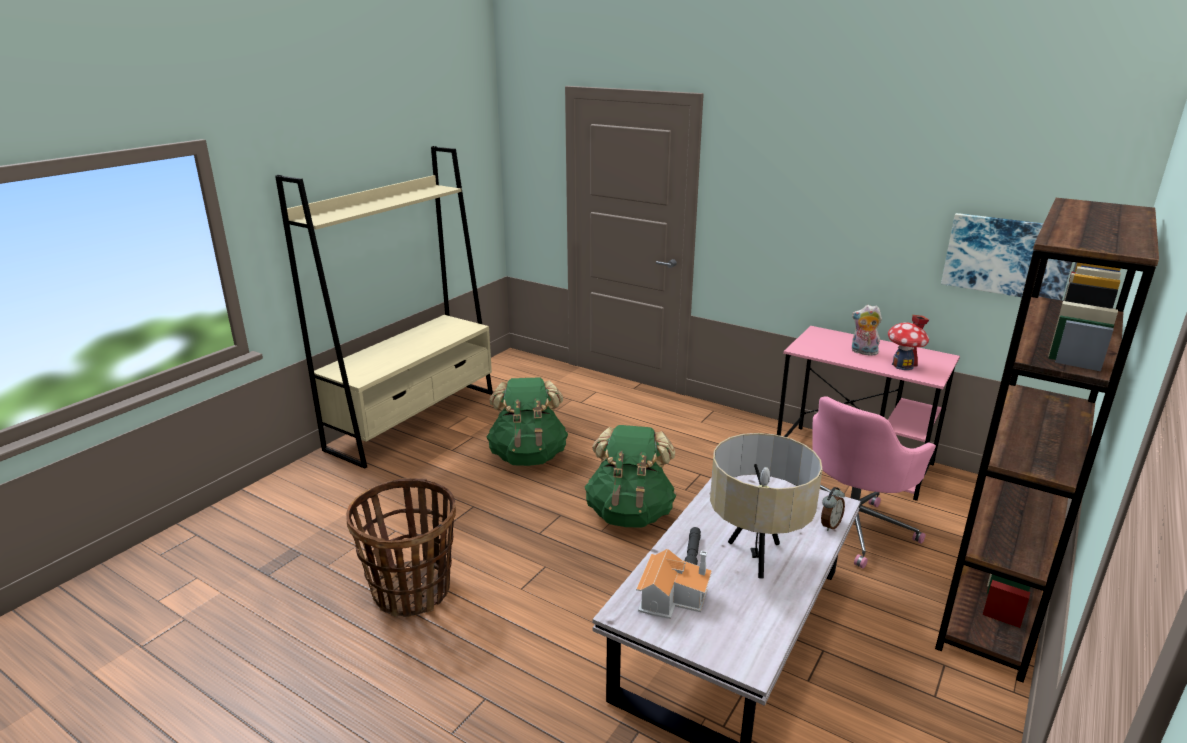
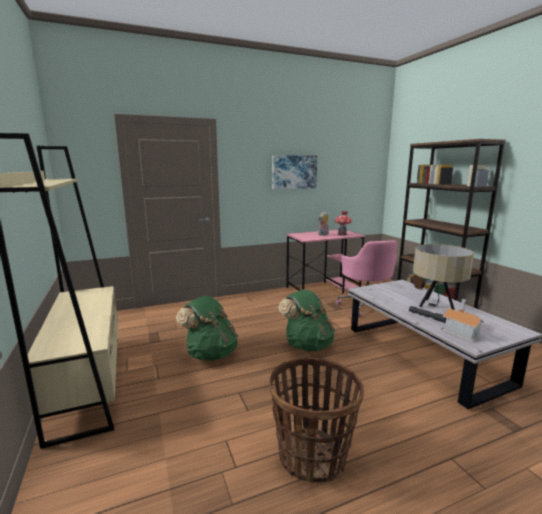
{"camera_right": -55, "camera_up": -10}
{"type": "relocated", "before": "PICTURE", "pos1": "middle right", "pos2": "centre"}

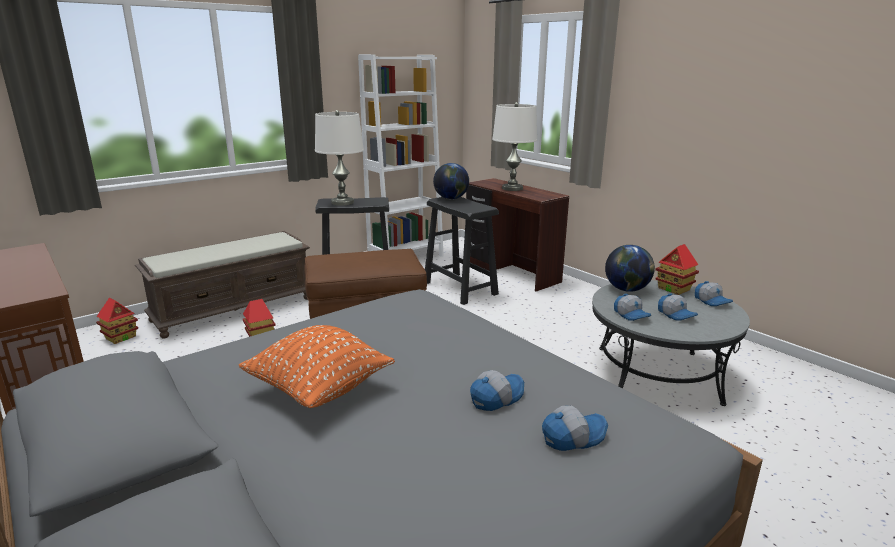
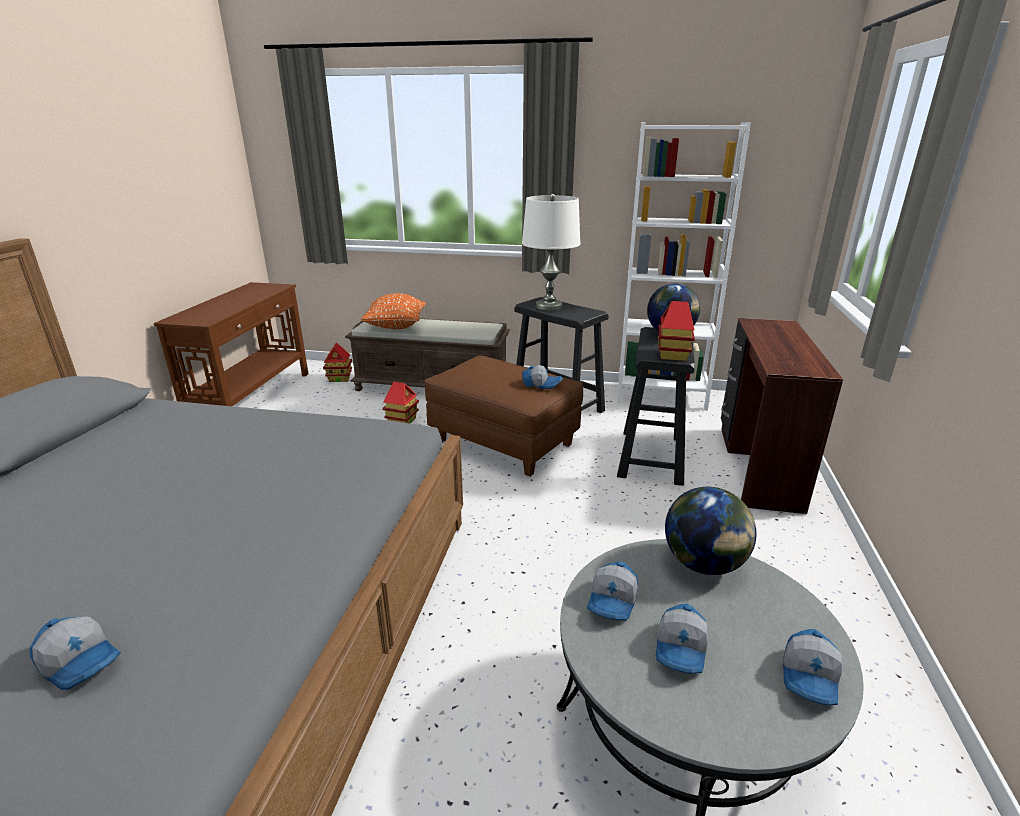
{"camera_right": 50, "camera_up": 5}
{"type": "relocated", "before": "ORANGE PILLOW", "pos1": "bottom centre", "pos2": "centre"}
{"type": "relocated", "before": "CAP (no. 1 from left in the first image)", "after": "CAP (no. 2 from left)", "pos1": "bottom centre", "pos2": "centre"}
{"type": "missing", "before": "WHITE TABLE LAMP (no. 2 from left)", "pos1": "top centre"}
{"type": "relocated", "before": "TOY HOUSE (no. 3 from left)", "pos1": "middle right", "pos2": "centre"}

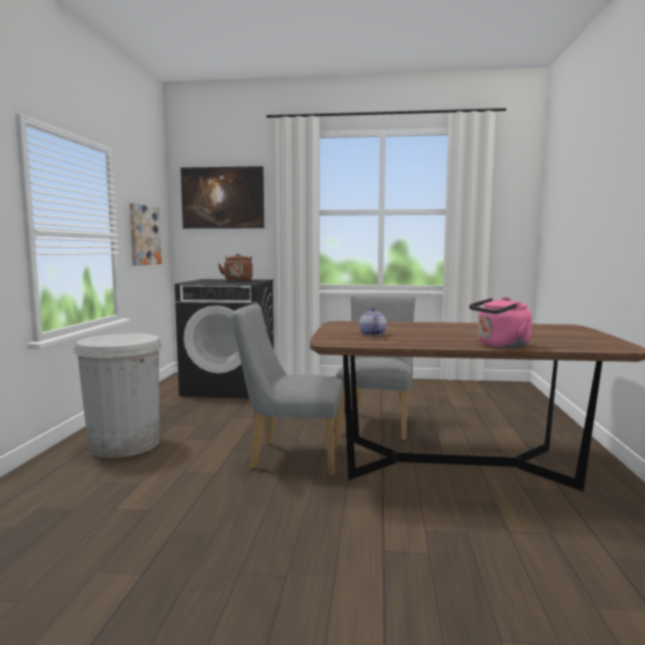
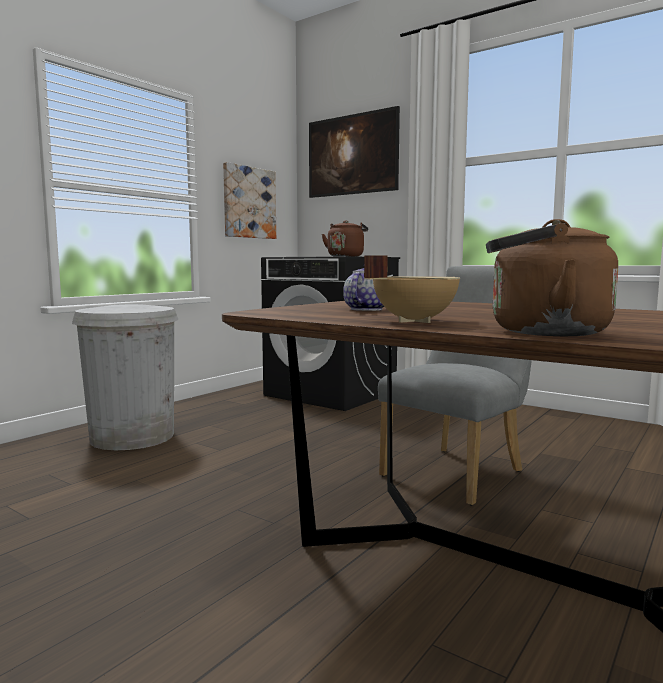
{"camera_right": 30, "camera_up": 0}
{"type": "missing", "before": "GREY CHAIR (no. 1 from left)", "pos1": "centre"}
{"type": "colour", "before": "PINK KETTLE", "after": "BROWN KETTLE (no. 2 from left)", "pos1": "middle right", "pos2": "middle right"}
{"type": "appeared", "after": "BEIGE COOKING POT", "pos2": "centre"}

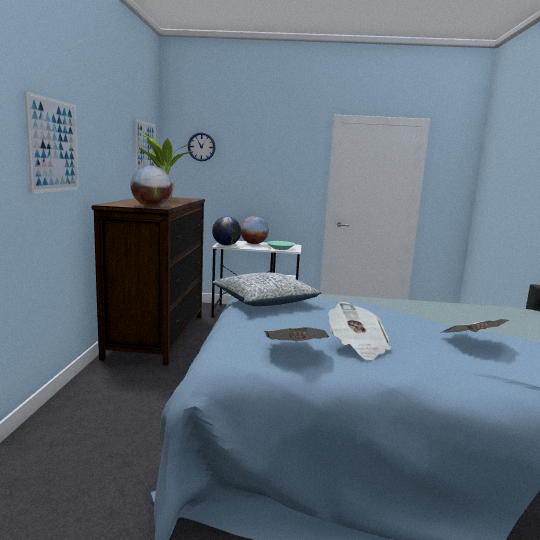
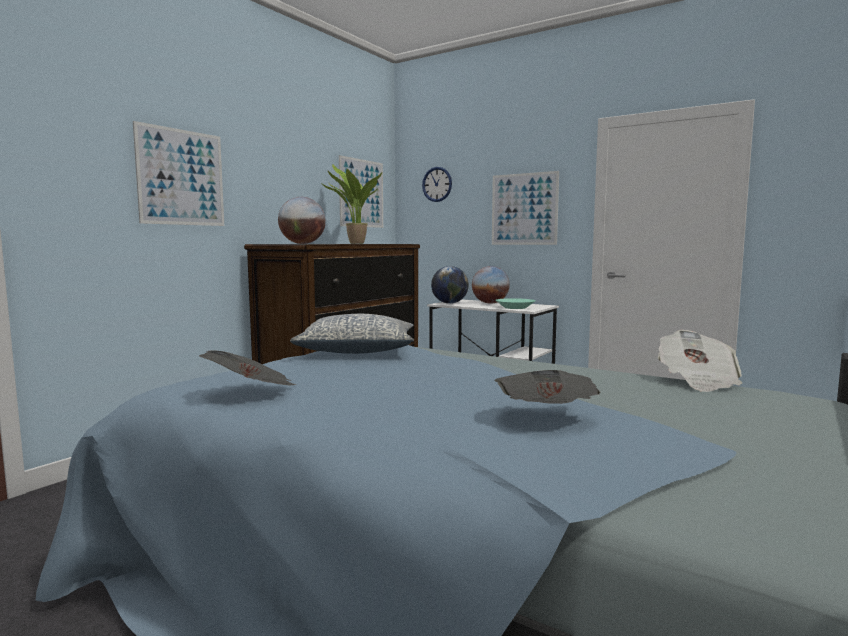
{"camera_right": 30, "camera_up": -5}
{"type": "relocated", "before": "NEWSPAPER (no. 2 from left in the first image)", "after": "NEWSPAPER (no. 3 from left)", "pos1": "centre", "pos2": "middle right"}
{"type": "appeared", "after": "PICTURE (no. 3 from left)", "pos2": "top centre"}

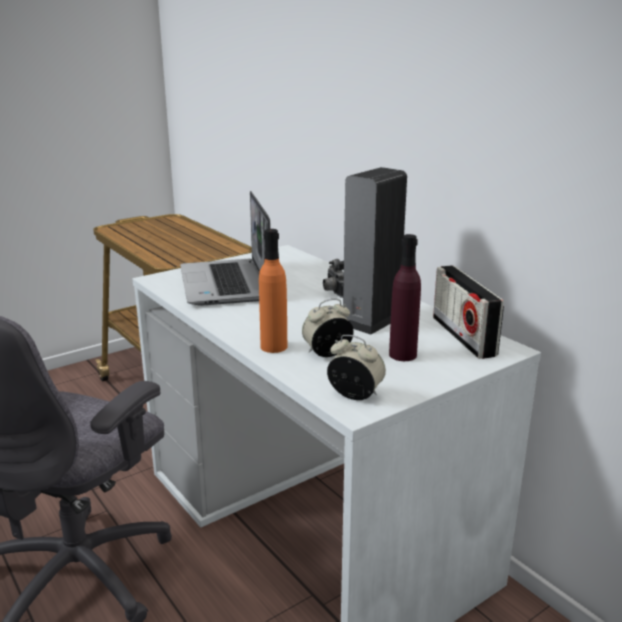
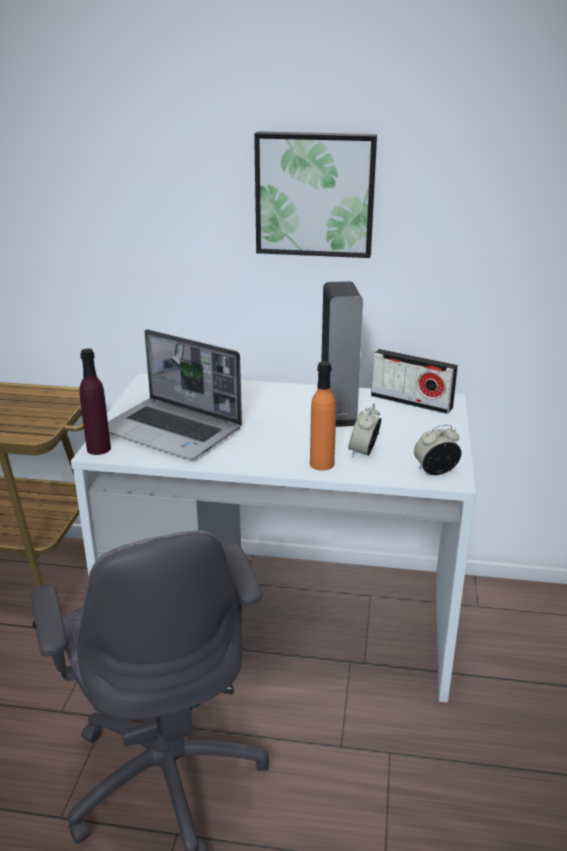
{"camera_right": -45, "camera_up": 5}
{"type": "missing", "before": "PHOTO CAMERA", "pos1": "centre"}
{"type": "relocated", "before": "PURPLE BOTTLE", "pos1": "centre", "pos2": "middle left"}
{"type": "appeared", "after": "PICTURE", "pos2": "top centre"}

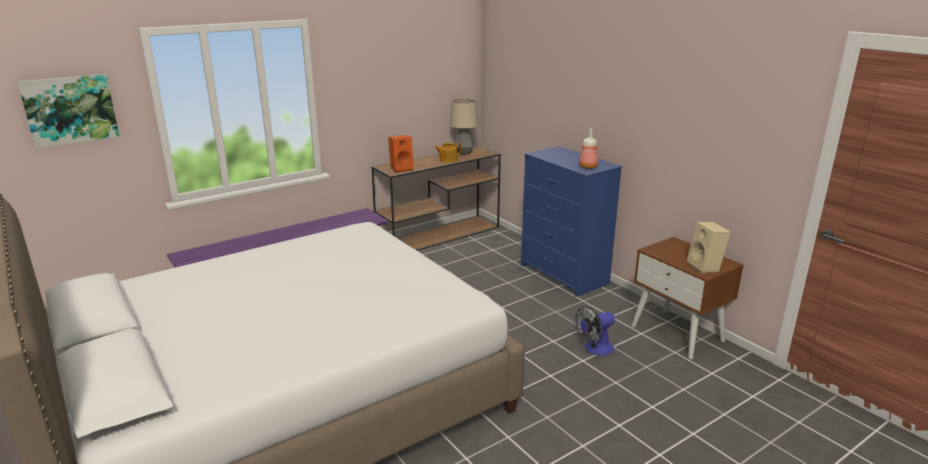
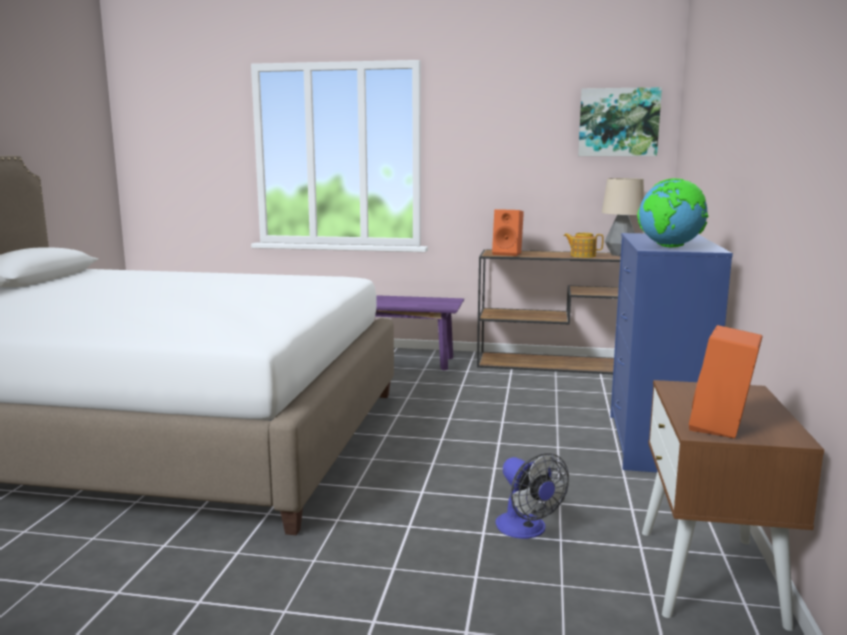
{"camera_right": 45, "camera_up": -10}
{"type": "relocated", "before": "PICTURE", "pos1": "top left", "pos2": "top right"}
{"type": "spun", "before": "FAN", "pos1": "bottom centre", "pos2": "bottom centre", "turn": -135}
{"type": "exchanged", "before": "BOTTLE", "after": "GLOBE", "pos1": "top centre", "pos2": "middle right"}
{"type": "colour", "before": "BEIGE SPEAKER", "after": "ORANGE SPEAKER (no. 2 from left)", "pos1": "middle right", "pos2": "middle right"}

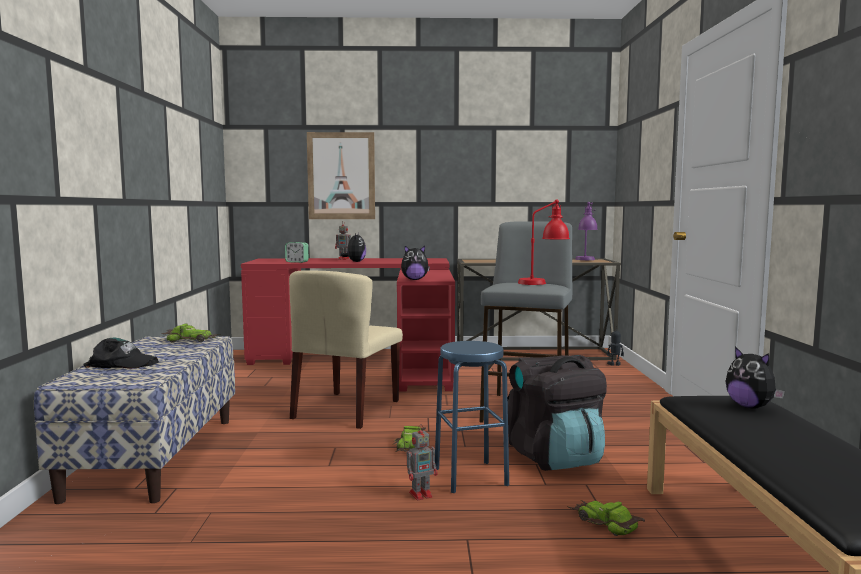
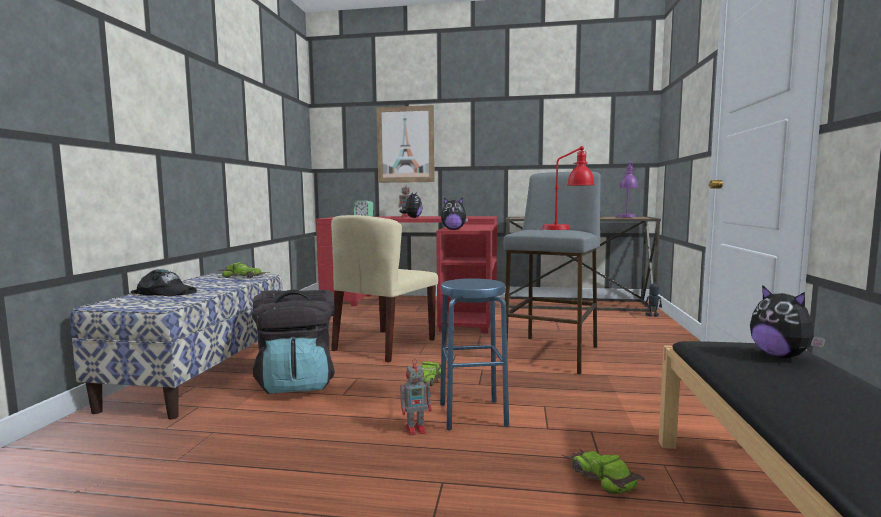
{"camera_right": 10, "camera_up": 0}
{"type": "relocated", "before": "BLACK BACKPACK", "pos1": "bottom centre", "pos2": "middle left"}

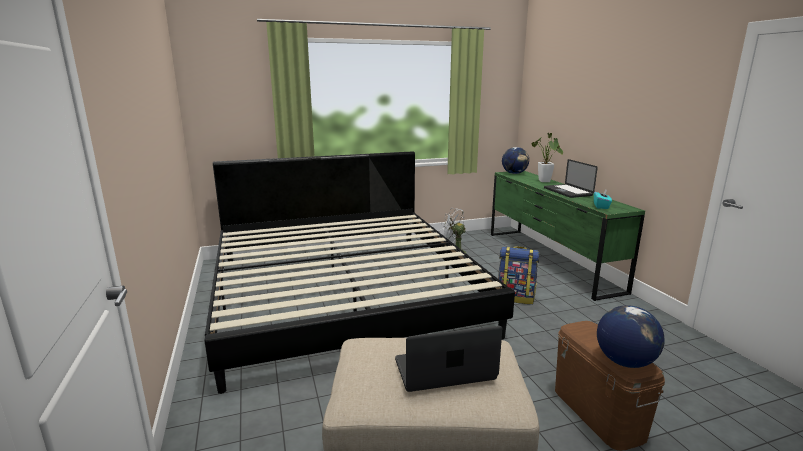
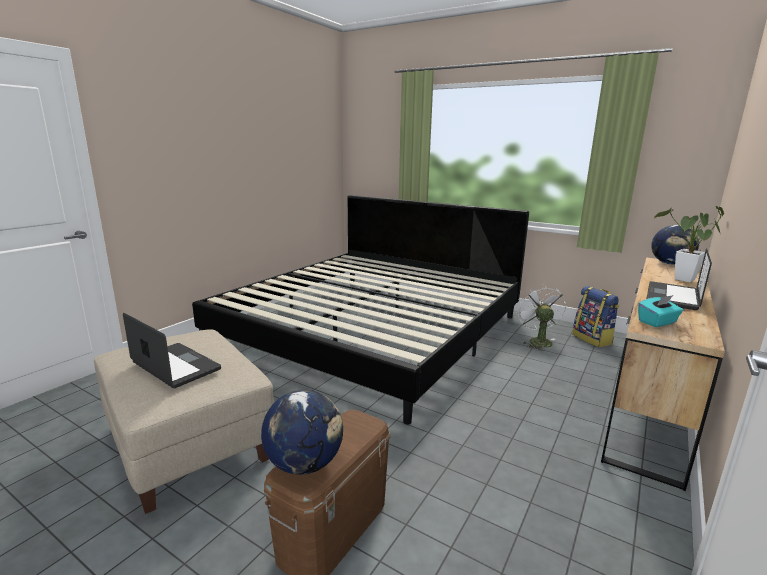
{"camera_right": 50, "camera_up": 0}
{"type": "colour", "before": "GREEN DRESSER", "after": "BROWN DRESSER", "pos1": "middle right", "pos2": "middle right"}
{"type": "relocated", "before": "BACKPACK", "pos1": "centre", "pos2": "middle right"}

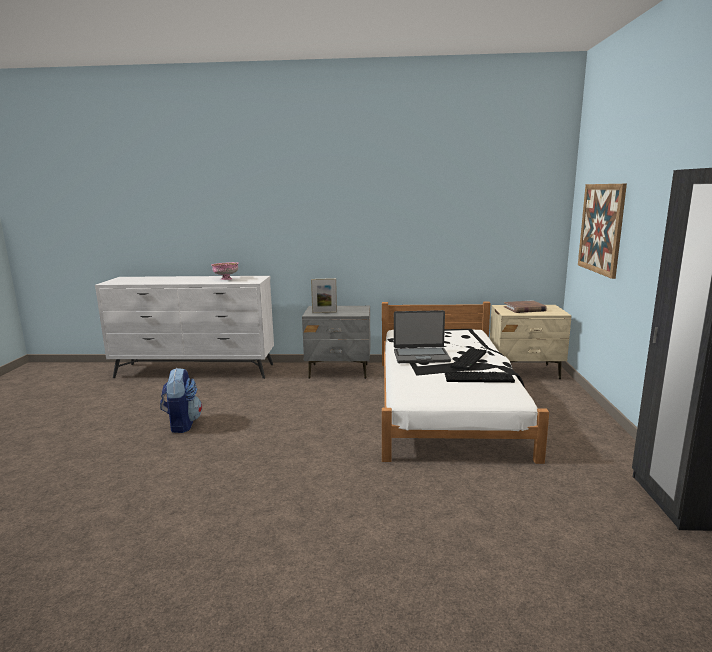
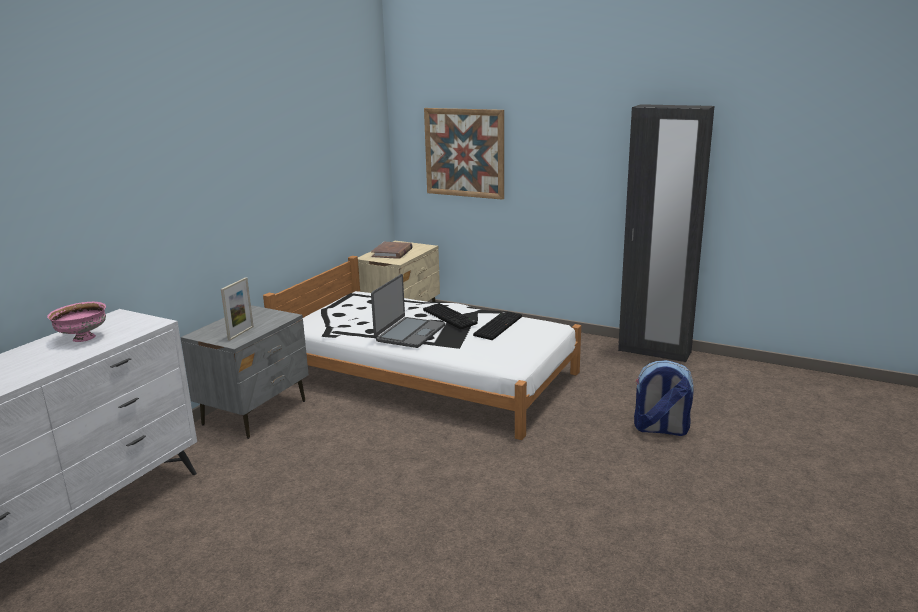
{"camera_right": -65, "camera_up": 5}
{"type": "relocated", "before": "BACKPACK", "pos1": "middle left", "pos2": "middle right"}

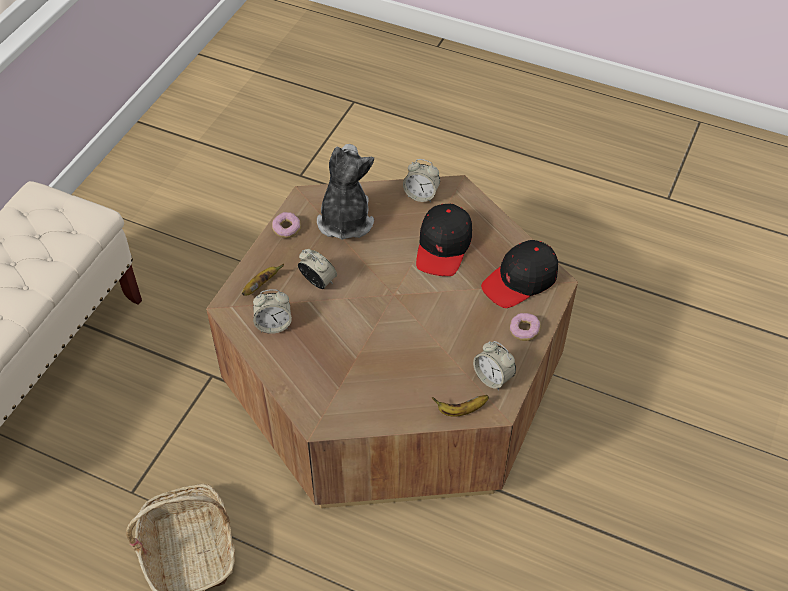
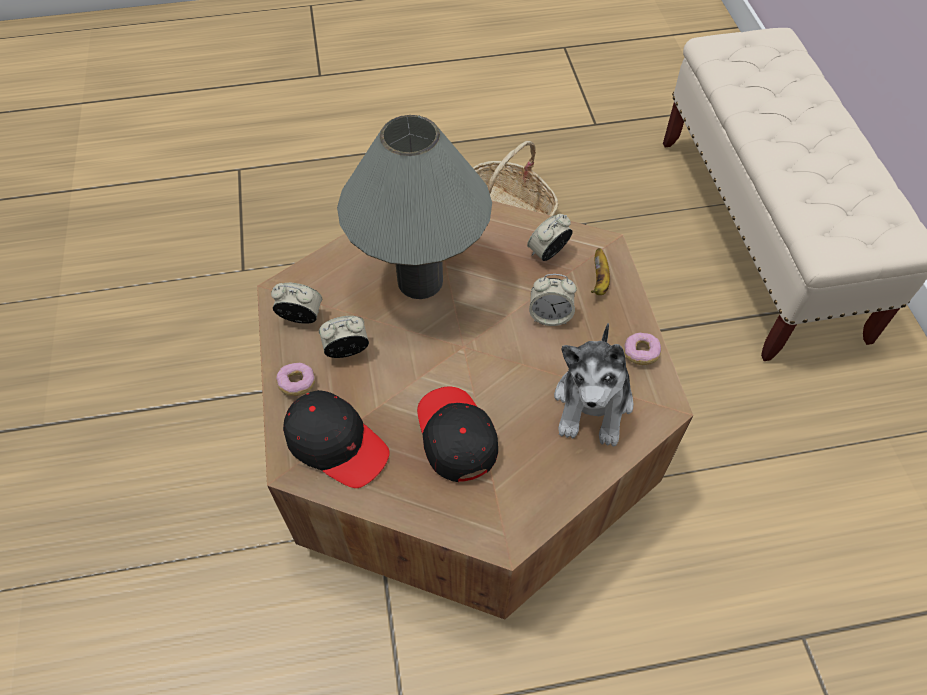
{"camera_right": 145, "camera_up": 5}
{"type": "spun", "before": "PLUSH TOY", "pos1": "top centre", "pos2": "centre", "turn": 45}
{"type": "relocated", "before": "ALARM CLOCK (no. 3 from left in the first image)", "after": "ALARM CLOCK (no. 2 from left)", "pos1": "top centre", "pos2": "centre"}
{"type": "missing", "before": "BANANA (no. 2 from left)", "pos1": "bottom centre"}
{"type": "spun", "before": "BLACK CAP (no. 2 from left in the first image)", "pos1": "centre", "pos2": "centre", "turn": 105}
{"type": "appeared", "after": "GREY TABLE LAMP", "pos2": "top centre"}

